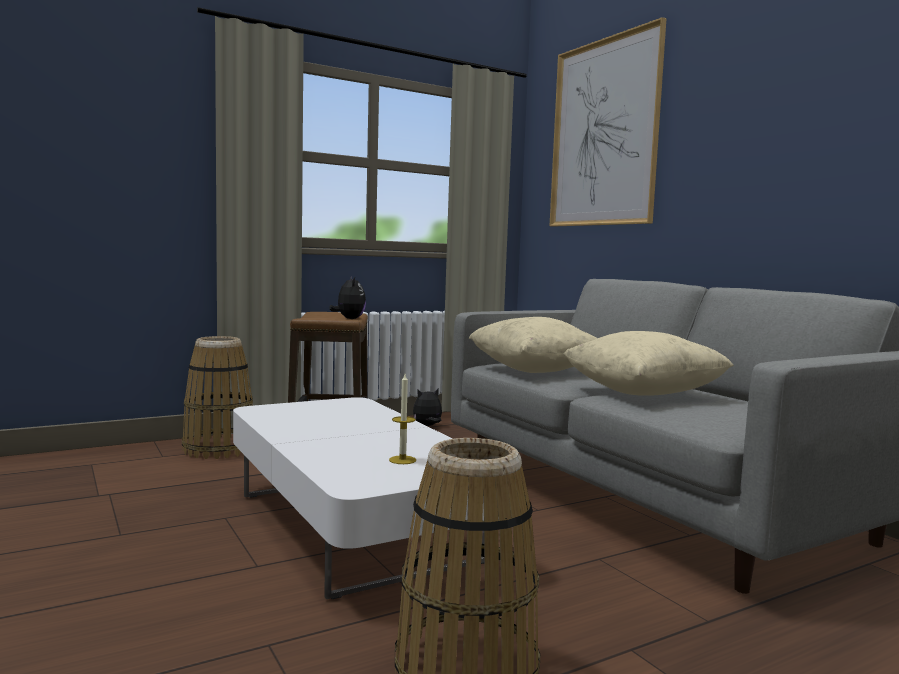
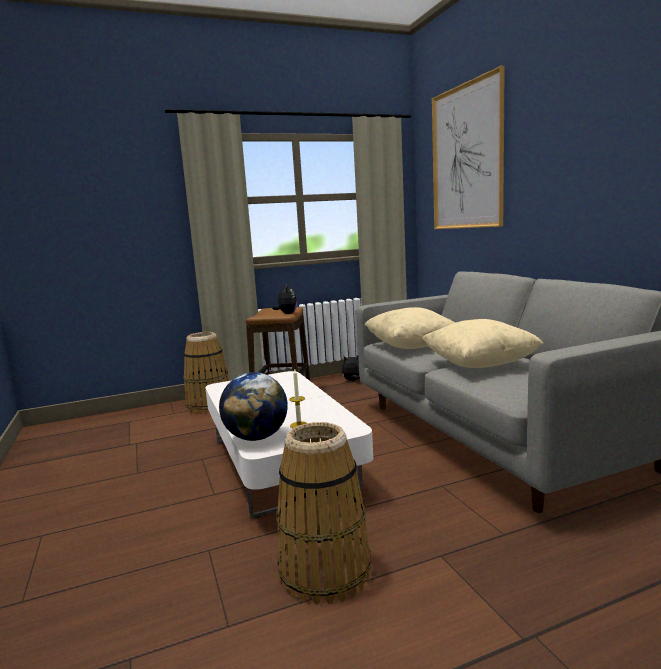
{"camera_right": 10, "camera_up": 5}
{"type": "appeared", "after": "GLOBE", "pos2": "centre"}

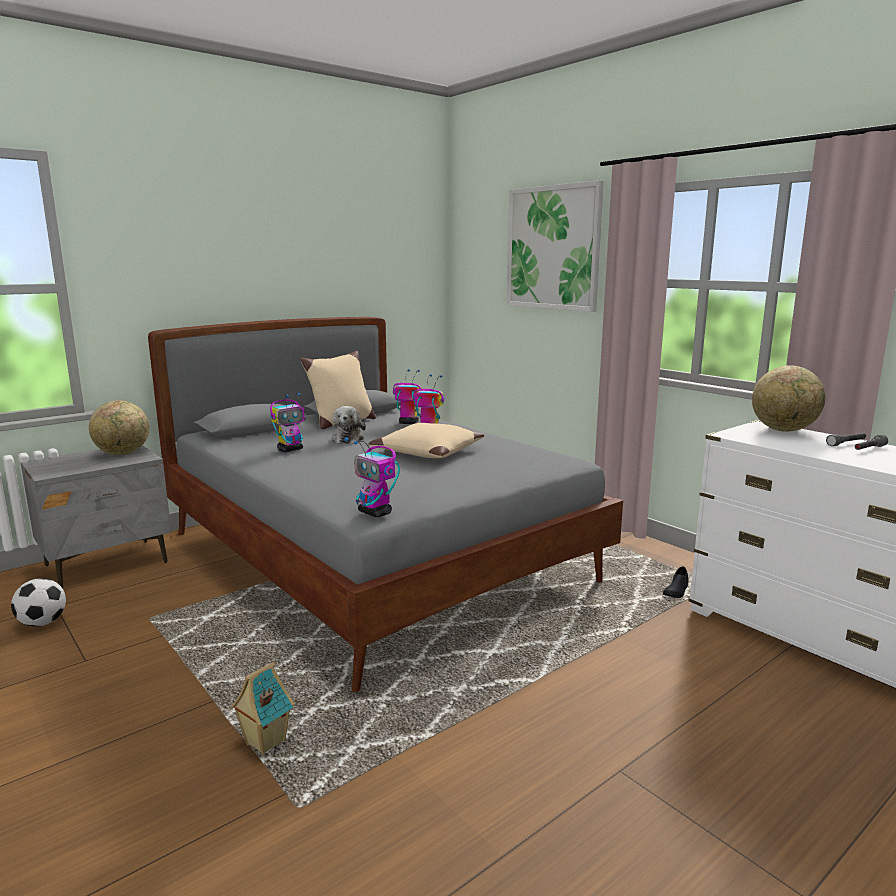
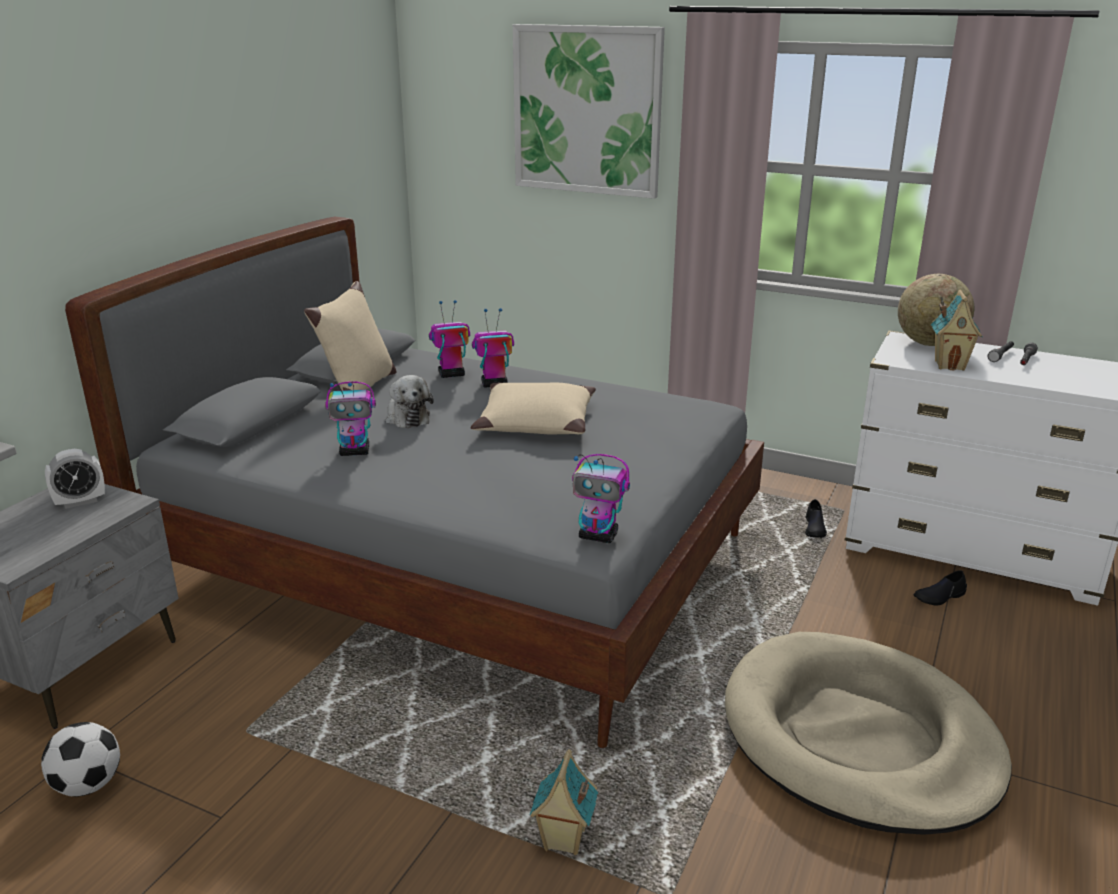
{"camera_right": -25, "camera_up": 10}
{"type": "exchanged", "before": "GLOBE (no. 1 from left)", "after": "ALARM CLOCK", "pos1": "middle left", "pos2": "middle left"}
{"type": "spun", "before": "TOY ROBOT (no. 1 from left)", "pos1": "middle left", "pos2": "middle left", "turn": 60}
{"type": "appeared", "after": "BEIGE DOG BED", "pos2": "bottom right"}
{"type": "appeared", "after": "BLACK SHOE (no. 2 from left)", "pos2": "middle right"}
{"type": "appeared", "after": "TOY HOUSE (no. 2 from left)", "pos2": "middle right"}

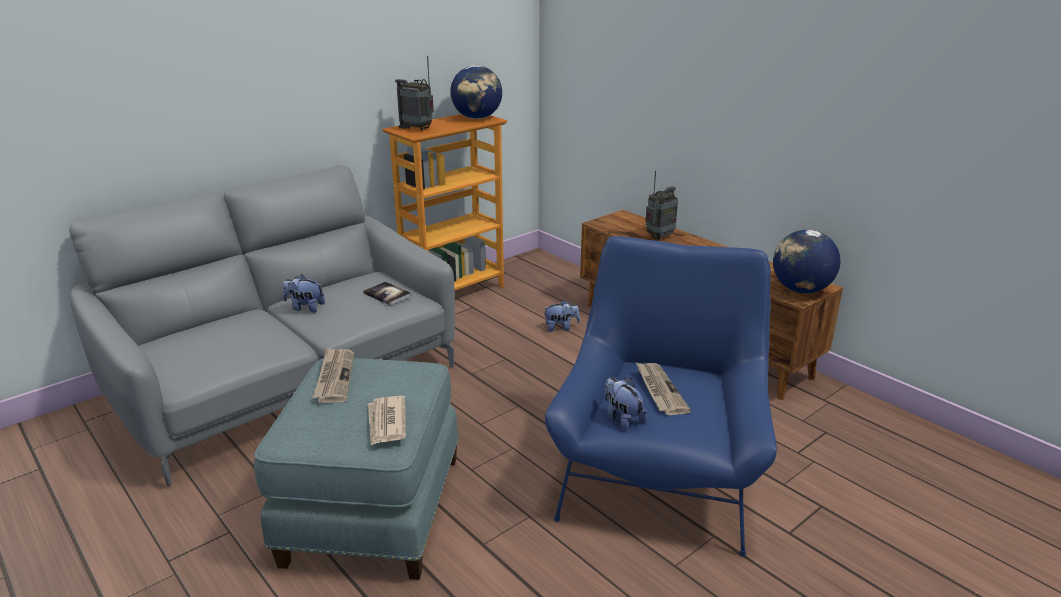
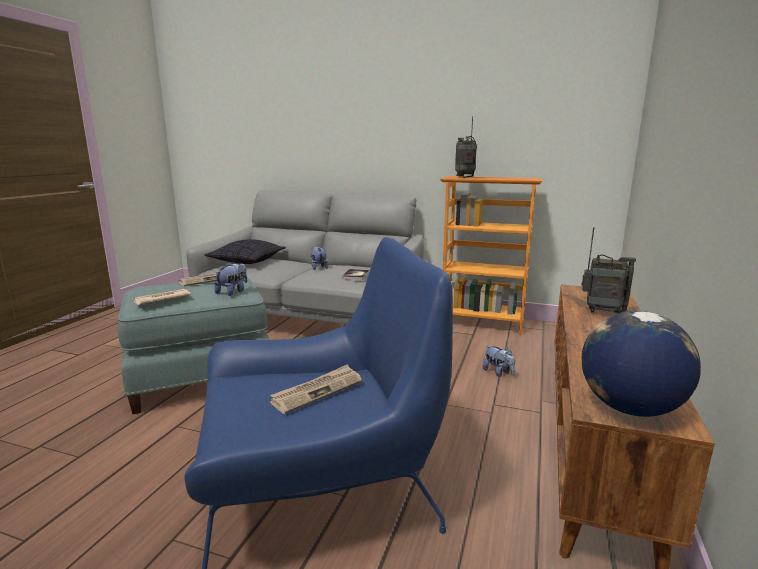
{"camera_right": 60, "camera_up": -10}
{"type": "missing", "before": "GLOBE (no. 1 from left)", "pos1": "top centre"}
{"type": "relocated", "before": "PLUSH TOY (no. 3 from left in the first image)", "after": "PLUSH TOY (no. 1 from left)", "pos1": "bottom centre", "pos2": "middle left"}
{"type": "appeared", "after": "PILLOW", "pos2": "middle left"}

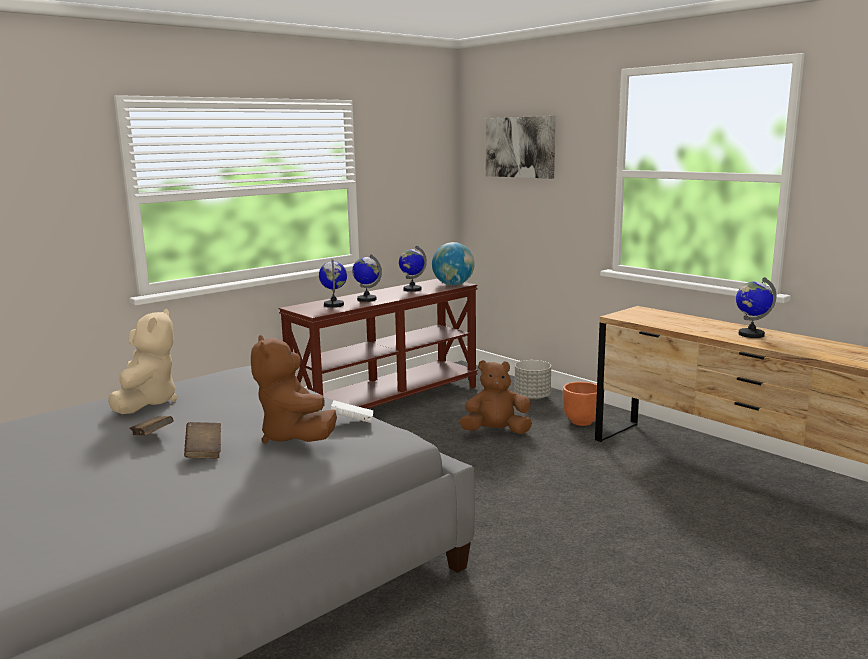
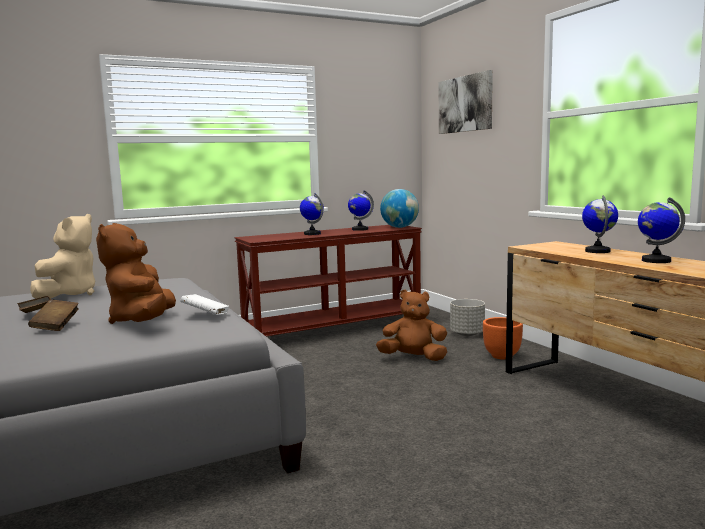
{"camera_right": 15, "camera_up": -5}
{"type": "relocated", "before": "GLOBE (no. 1 from left in the first image)", "after": "GLOBE (no. 4 from left)", "pos1": "centre", "pos2": "middle right"}

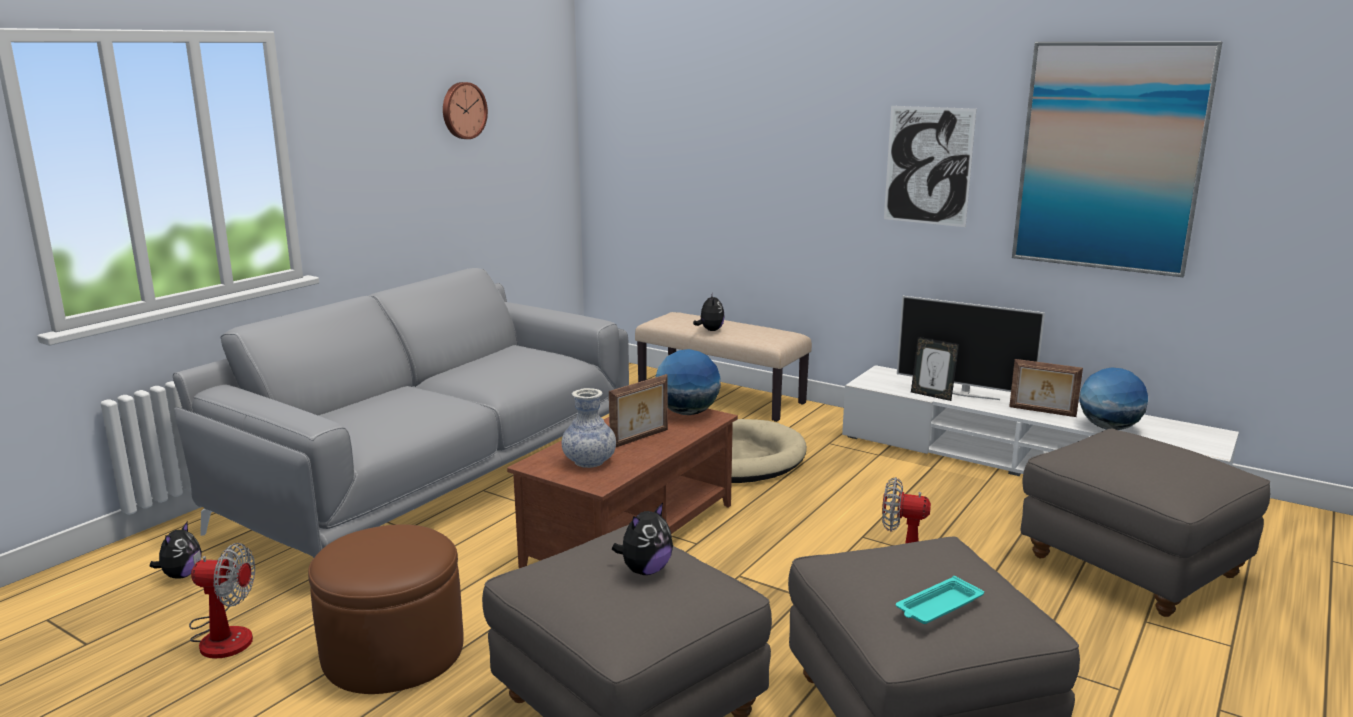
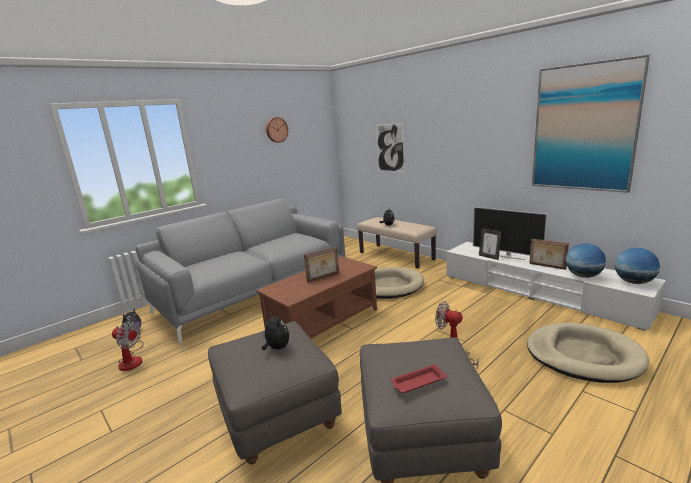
{"camera_right": 15, "camera_up": 0}
{"type": "missing", "before": "BROWN OTTOMAN", "pos1": "bottom left"}
{"type": "missing", "before": "VASE", "pos1": "centre"}
{"type": "spun", "before": "PLUSH TOY (no. 2 from left)", "pos1": "bottom centre", "pos2": "bottom centre", "turn": -90}
{"type": "relocated", "before": "GLOBE (no. 1 from left in the first image)", "after": "GLOBE (no. 2 from left)", "pos1": "centre", "pos2": "middle right"}
{"type": "relocated", "before": "PICTURE (no. 1 from left)", "pos1": "top right", "pos2": "top centre"}
{"type": "colour", "before": "TURQUOISE TRAY", "after": "RED TRAY", "pos1": "bottom right", "pos2": "bottom centre"}
{"type": "exchanged", "before": "GREY OTTOMAN (no. 3 from left)", "after": "BEIGE DOG BED (no. 2 from left)", "pos1": "bottom right", "pos2": "bottom right"}

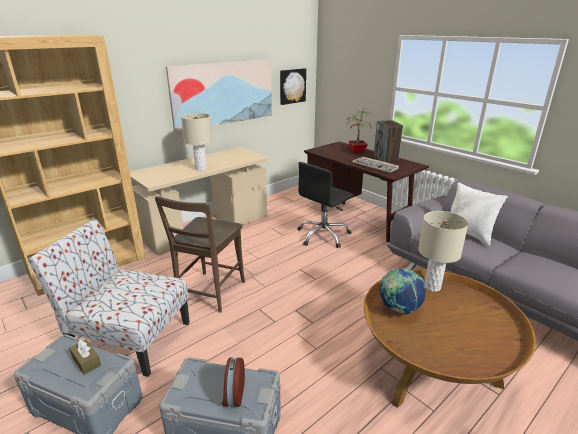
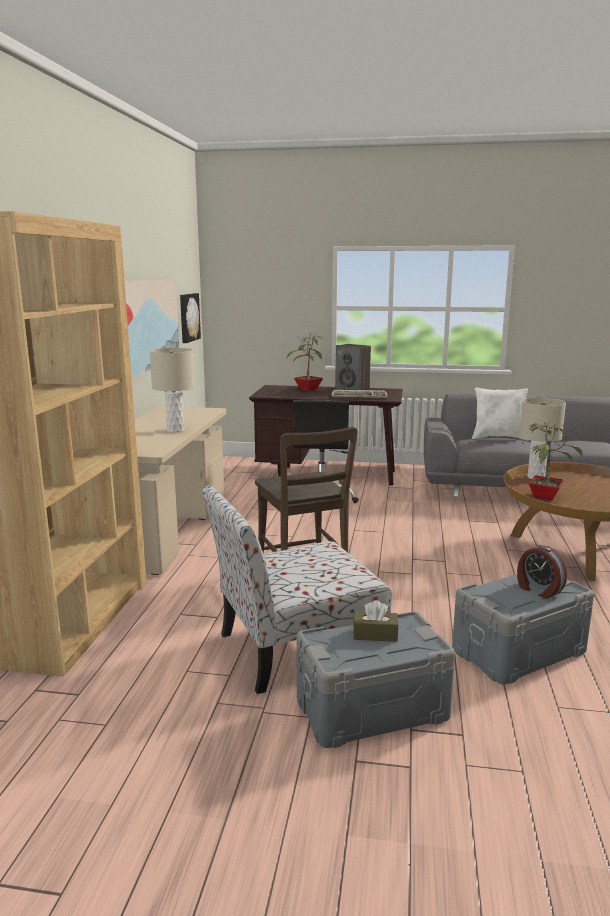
{"camera_right": -40, "camera_up": -10}
{"type": "exchanged", "before": "GLOBE", "after": "POTTED PLANT (no. 2 from left)", "pos1": "bottom right", "pos2": "middle right"}

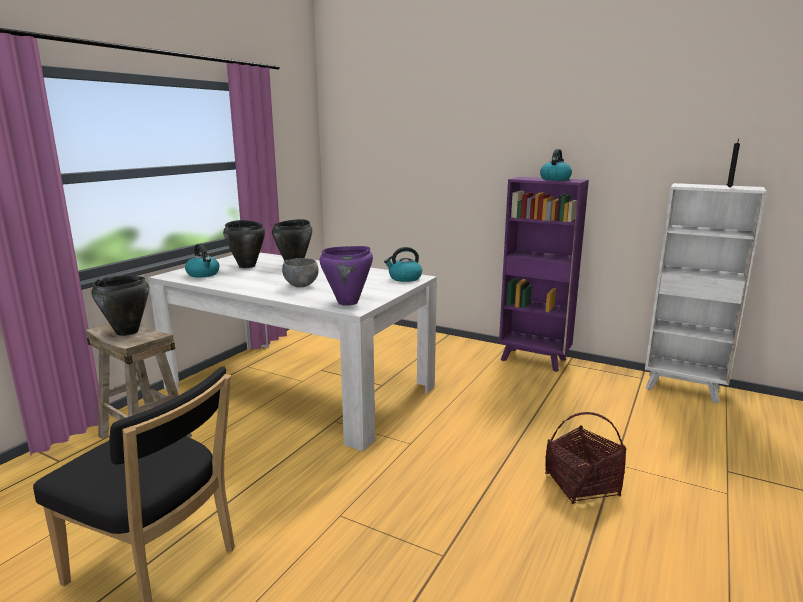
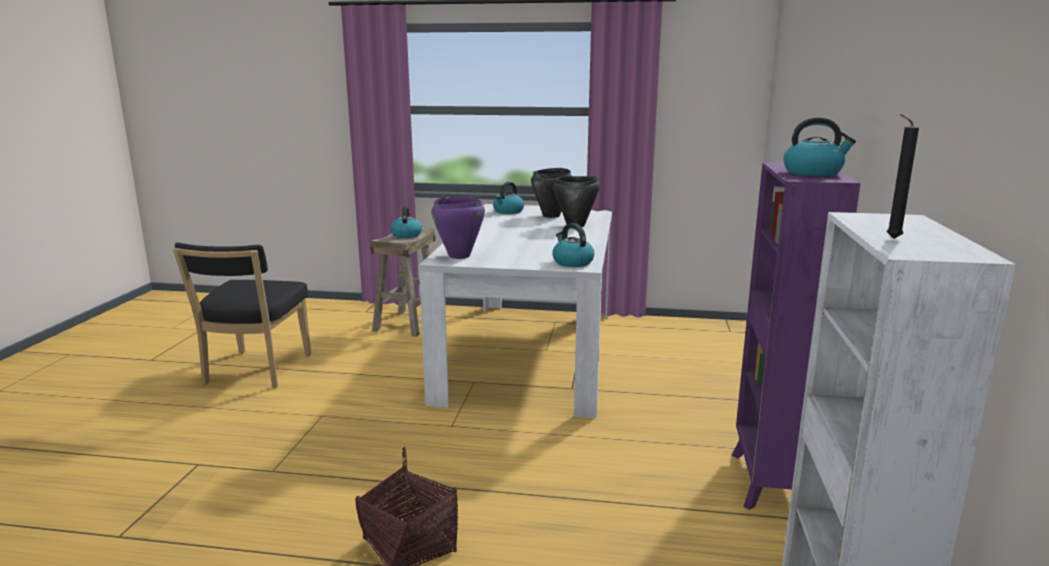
{"camera_right": 70, "camera_up": 0}
{"type": "exchanged", "before": "BLACK COOKING POT (no. 1 from left)", "after": "KETTLE (no. 1 from left)", "pos1": "middle left", "pos2": "centre"}
{"type": "missing", "before": "GREY BOWL", "pos1": "centre"}

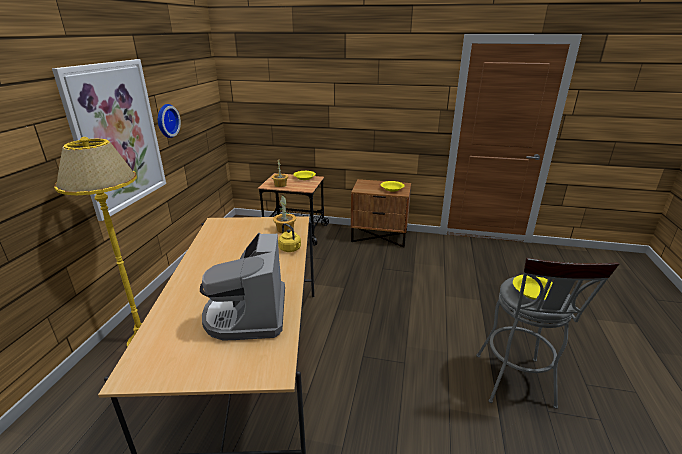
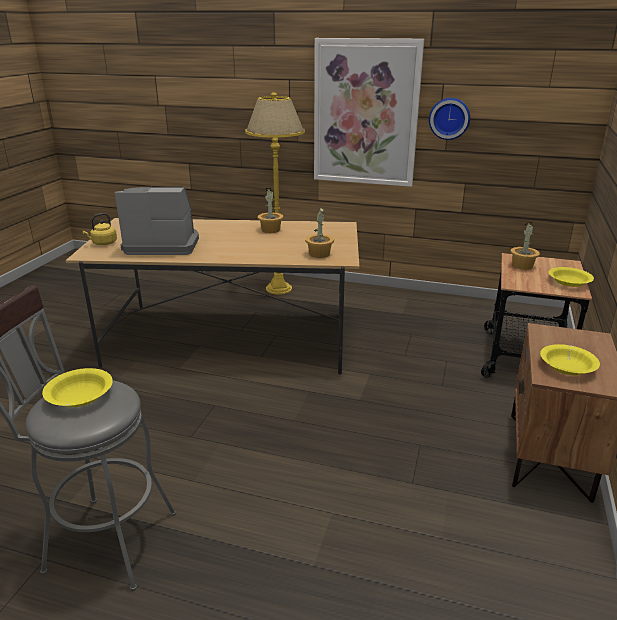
{"camera_right": 95, "camera_up": 0}
{"type": "relocated", "before": "YELLOW KETTLE", "pos1": "centre", "pos2": "middle left"}
{"type": "appeared", "after": "POTTED PLANT (no. 1 from left)", "pos2": "centre"}

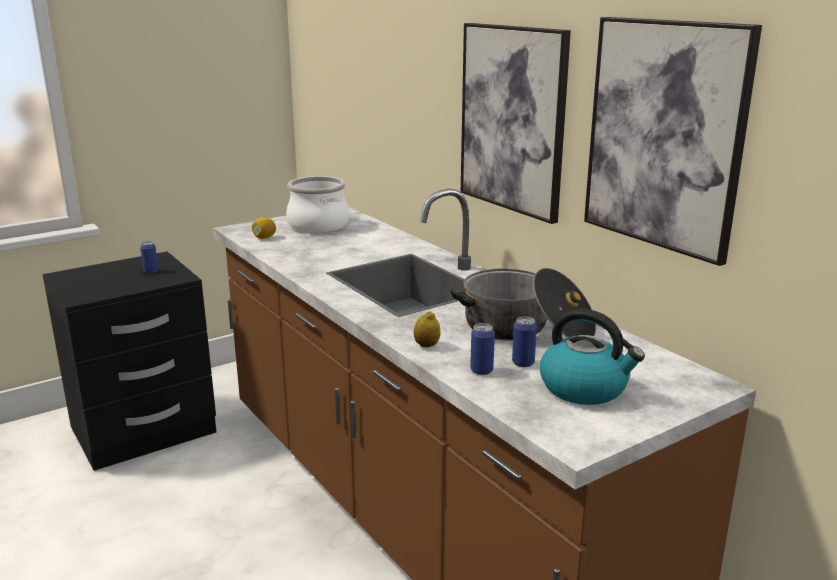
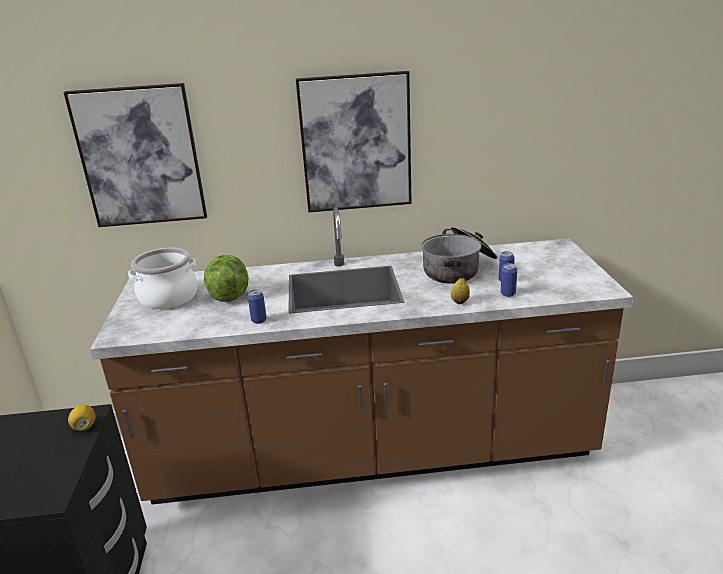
{"camera_right": -60, "camera_up": 5}
{"type": "relocated", "before": "CAN (no. 1 from left)", "pos1": "middle left", "pos2": "centre"}
{"type": "relocated", "before": "LEMON (no. 1 from left)", "pos1": "middle left", "pos2": "bottom left"}
{"type": "missing", "before": "KETTLE", "pos1": "middle right"}
{"type": "relocated", "before": "PICTURE (no. 2 from left in the first image)", "after": "PICTURE (no. 1 from left)", "pos1": "top right", "pos2": "top left"}
{"type": "appeared", "after": "LETTUCE", "pos2": "middle left"}

